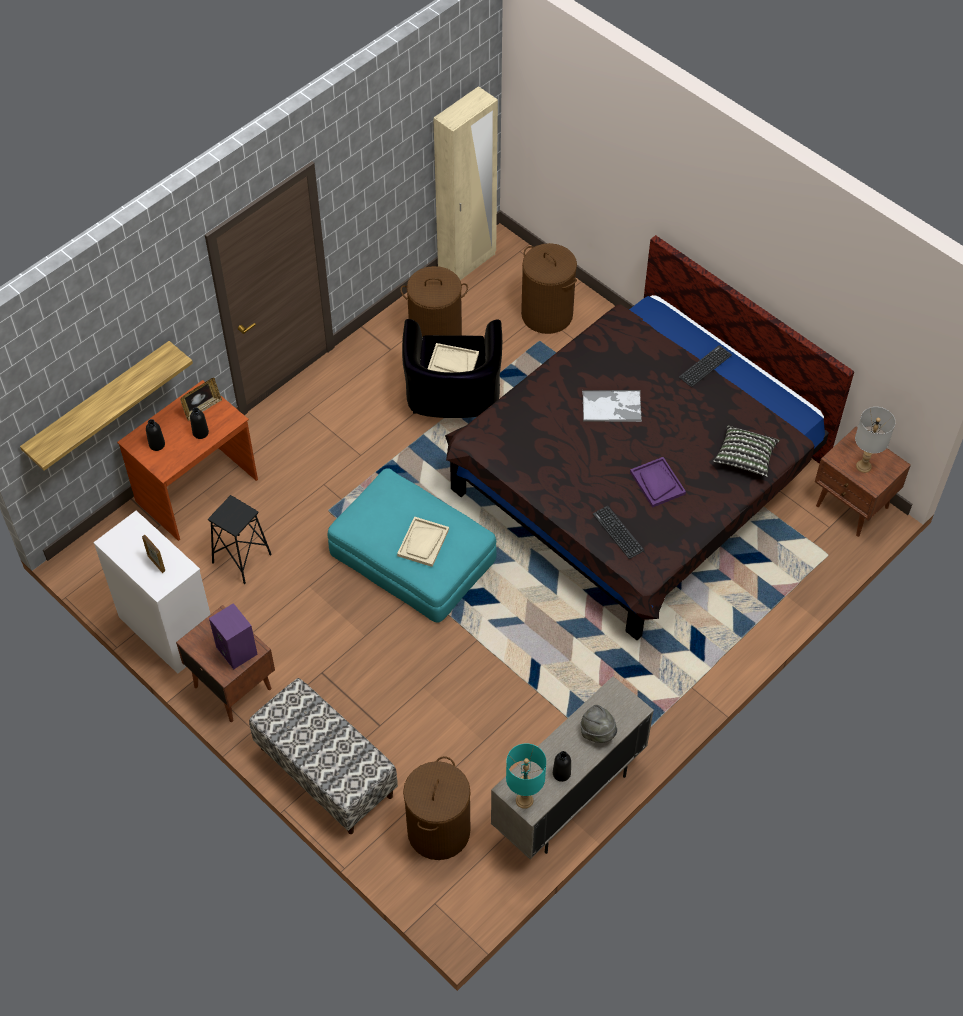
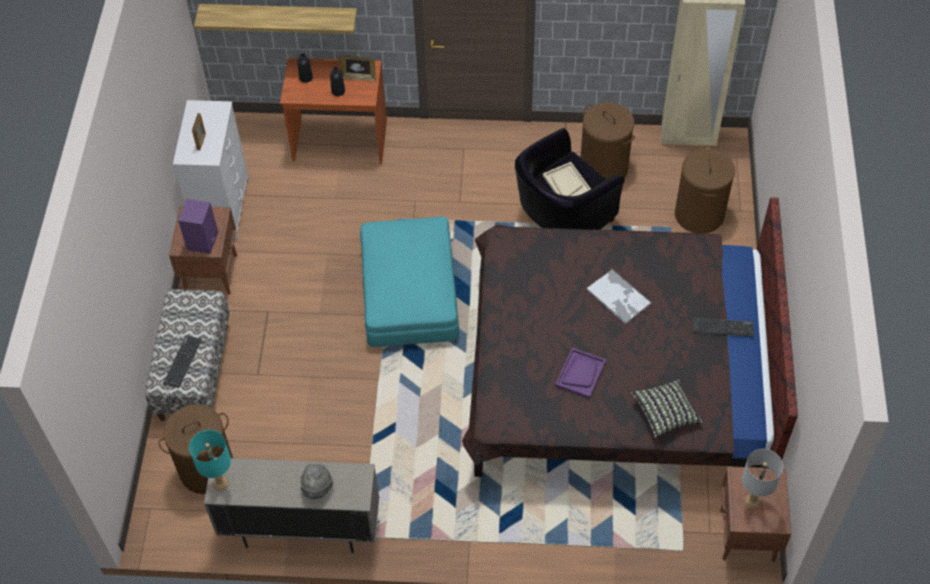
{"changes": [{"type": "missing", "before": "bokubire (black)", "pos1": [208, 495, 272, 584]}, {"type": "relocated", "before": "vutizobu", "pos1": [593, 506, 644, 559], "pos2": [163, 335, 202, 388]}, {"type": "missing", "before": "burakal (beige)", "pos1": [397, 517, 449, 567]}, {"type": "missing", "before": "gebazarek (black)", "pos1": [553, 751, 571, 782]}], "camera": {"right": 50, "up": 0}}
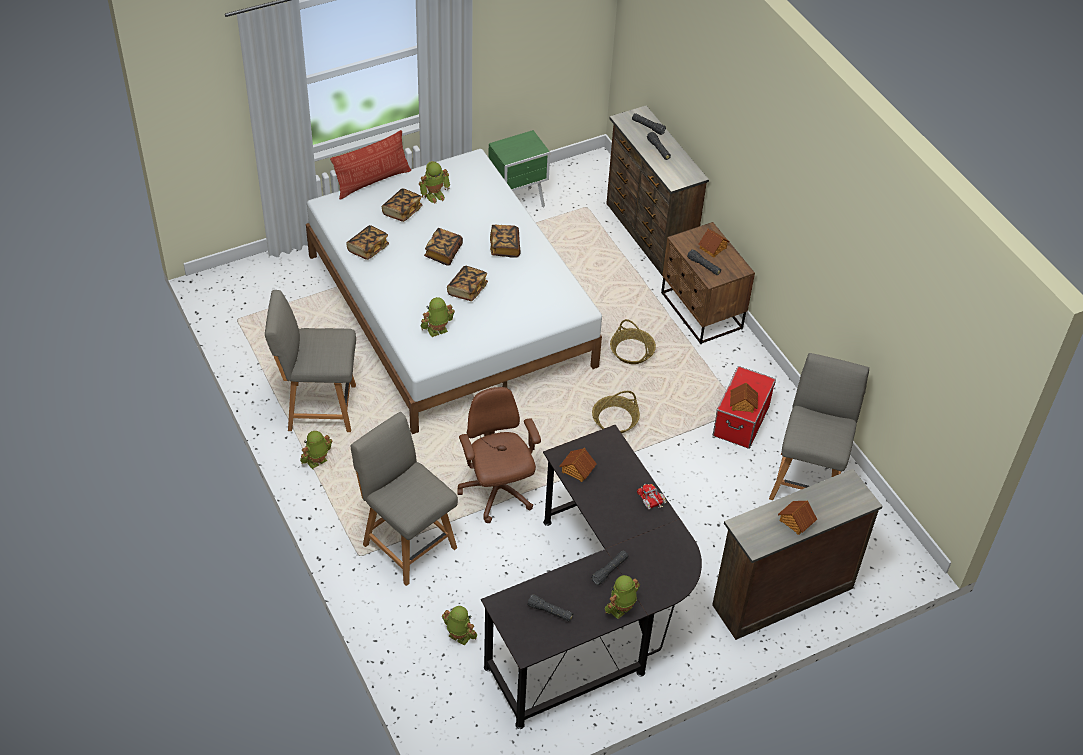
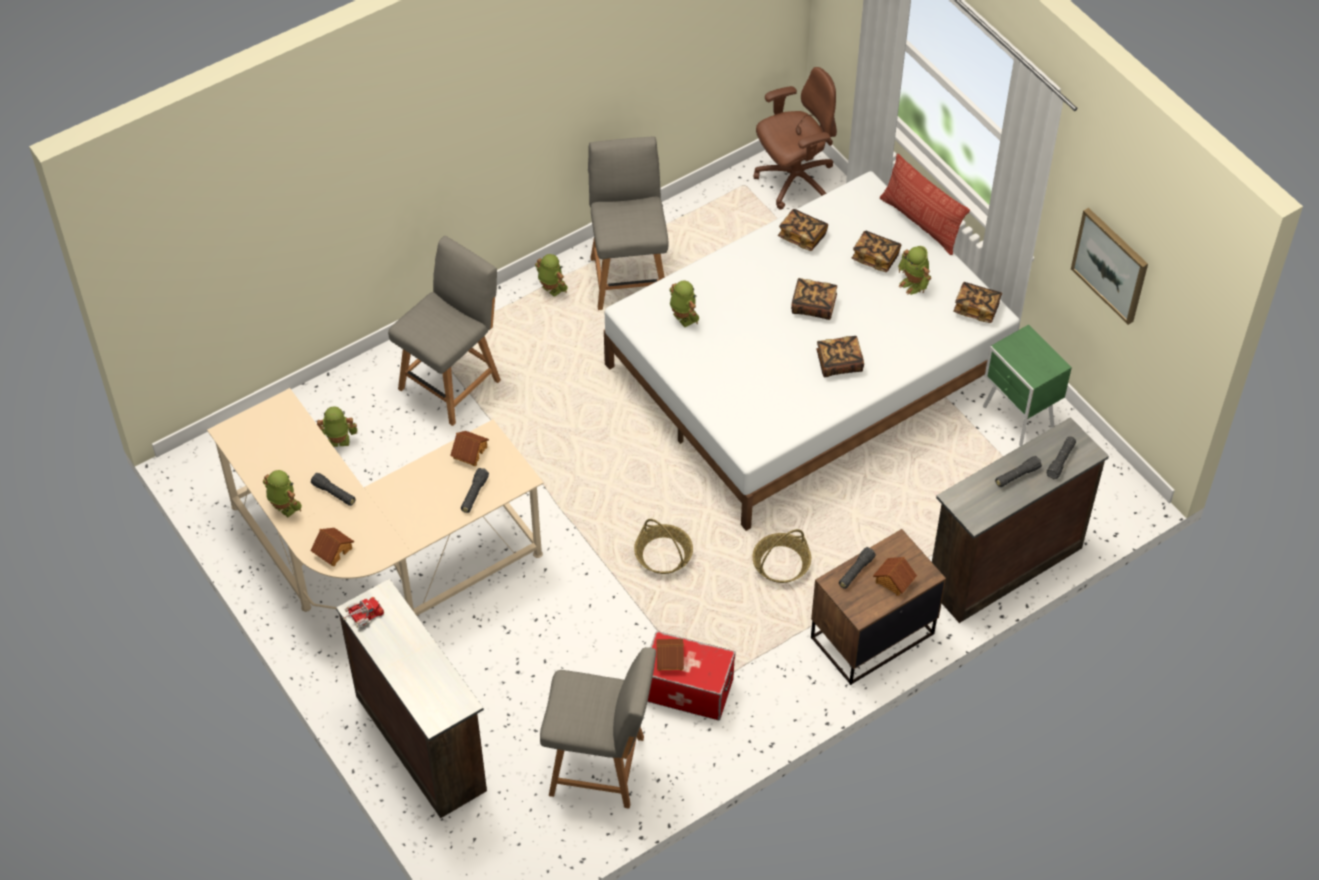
{"changes": [{"type": "relocated", "before": "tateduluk", "pos1": [447, 266, 488, 301], "pos2": [953, 282, 1002, 323]}, {"type": "relocated", "before": "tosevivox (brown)", "pos1": [457, 387, 541, 523], "pos2": [753, 67, 837, 210]}, {"type": "colour", "before": "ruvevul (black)", "after": "ruvevul (beige)", "pos1": [481, 425, 702, 729], "pos2": [207, 388, 544, 616]}, {"type": "relocated", "before": "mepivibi", "pos1": [637, 484, 667, 510], "pos2": [341, 597, 384, 627]}, {"type": "relocated", "before": "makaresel", "pos1": [778, 500, 817, 535], "pos2": [310, 528, 354, 566]}, {"type": "relocated", "before": "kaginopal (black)", "pos1": [527, 594, 573, 622], "pos2": [461, 468, 489, 513]}, {"type": "spun", "before": "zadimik", "pos1": [442, 606, 477, 645], "pos2": [317, 406, 357, 447], "turn": -120}, {"type": "appeared", "after": "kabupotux", "pos2": [1071, 208, 1148, 325]}], "camera": {"right": 85, "up": 5}}
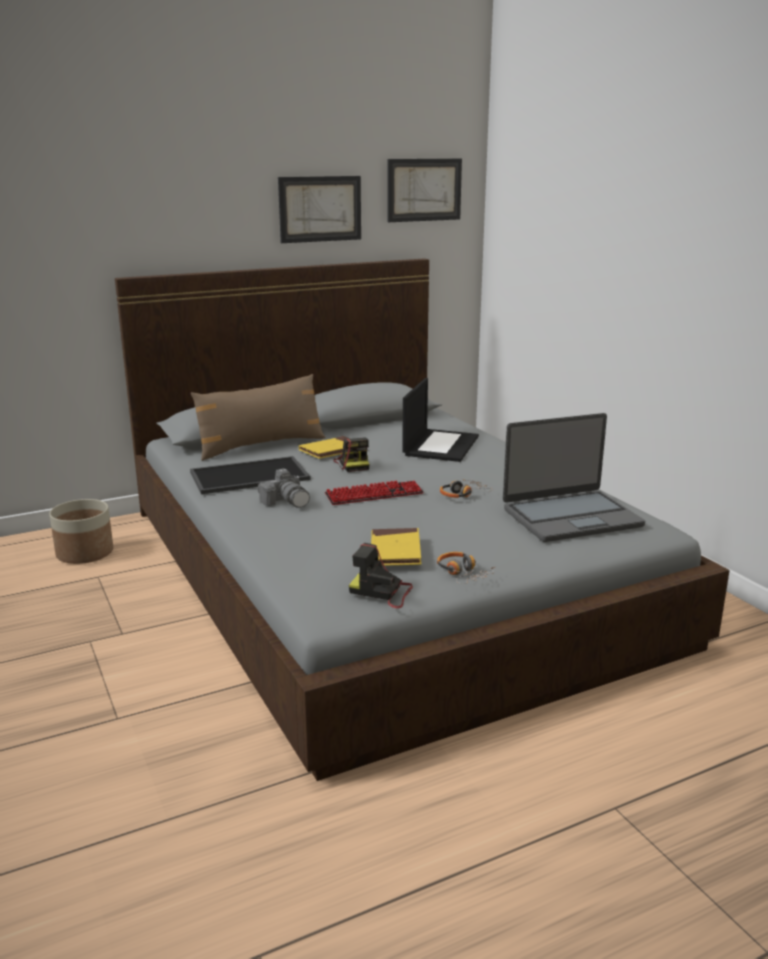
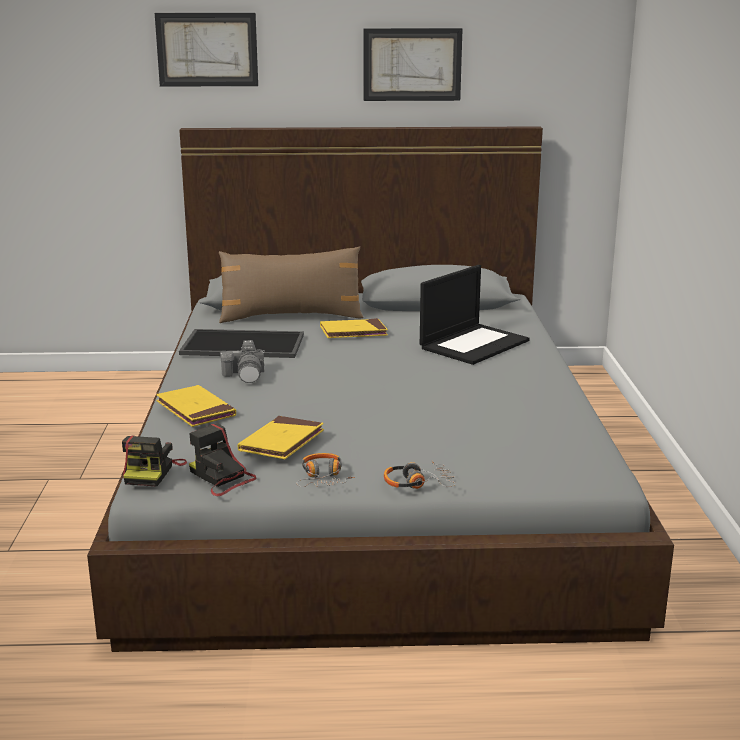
{"changes": [{"type": "relocated", "before": "kabupotux", "pos1": [387, 159, 462, 222], "pos2": [155, 13, 258, 87]}, {"type": "missing", "before": "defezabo", "pos1": [503, 413, 645, 542]}, {"type": "relocated", "before": "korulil", "pos1": [333, 437, 369, 472], "pos2": [122, 435, 187, 486]}, {"type": "relocated", "before": "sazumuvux", "pos1": [440, 479, 493, 498], "pos2": [384, 461, 456, 489]}, {"type": "missing", "before": "vutizobu", "pos1": [325, 480, 424, 505]}, {"type": "missing", "before": "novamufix", "pos1": [49, 499, 113, 564]}, {"type": "appeared", "after": "tateduluk (yellow)", "pos2": [156, 385, 236, 427]}], "camera": {"right": 25, "up": 0}}
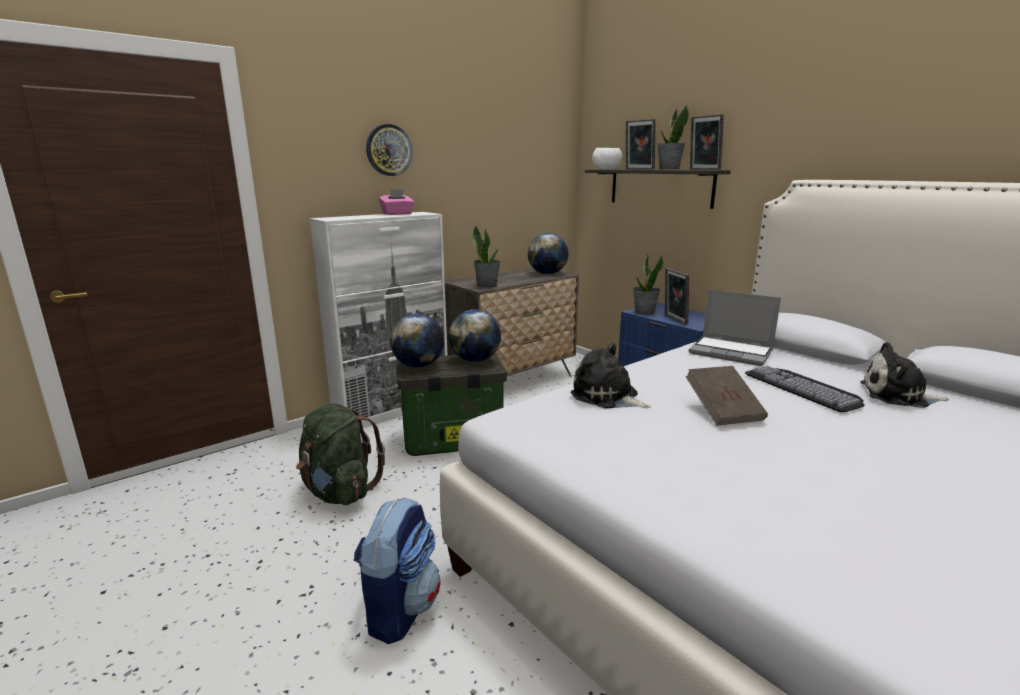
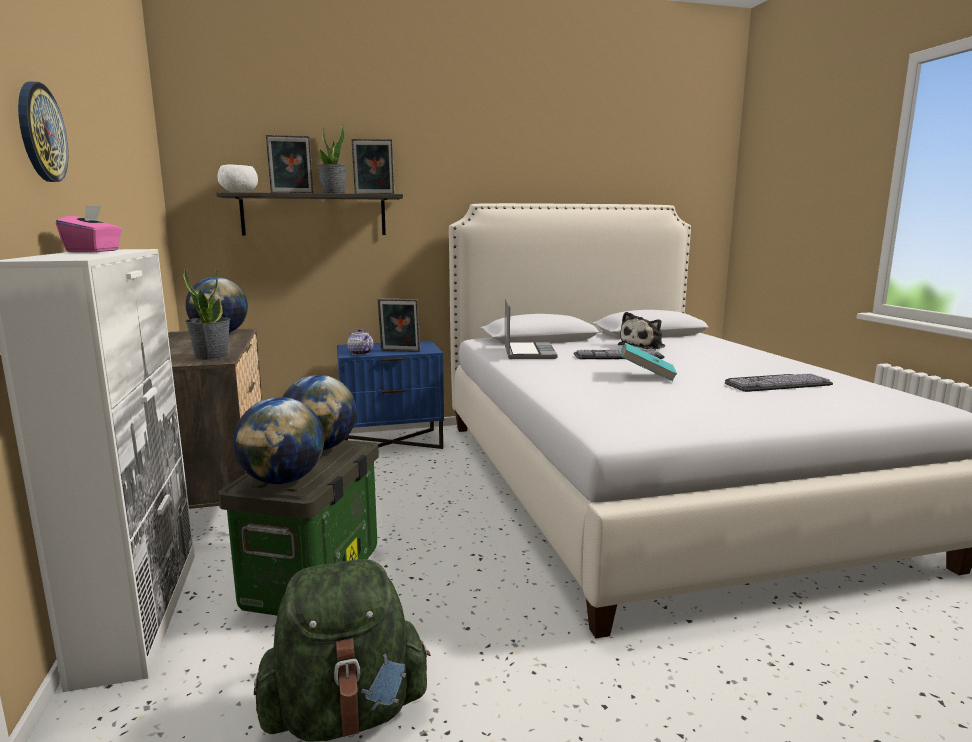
{"changes": [{"type": "exchanged", "before": "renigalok", "after": "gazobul", "pos1": [633, 255, 663, 315], "pos2": [347, 329, 374, 355]}, {"type": "spun", "before": "defezabo", "pos1": [689, 289, 781, 366], "pos2": [505, 298, 558, 359], "turn": -60}, {"type": "missing", "before": "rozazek", "pos1": [570, 343, 651, 409]}, {"type": "colour", "before": "tateduluk (brown)", "after": "tateduluk (turquoise)", "pos1": [685, 366, 768, 426], "pos2": [621, 342, 677, 382]}, {"type": "missing", "before": "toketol", "pos1": [353, 498, 441, 644]}, {"type": "appeared", "after": "vutizobu", "pos2": [725, 374, 833, 392]}], "camera": {"right": -65, "up": -5}}
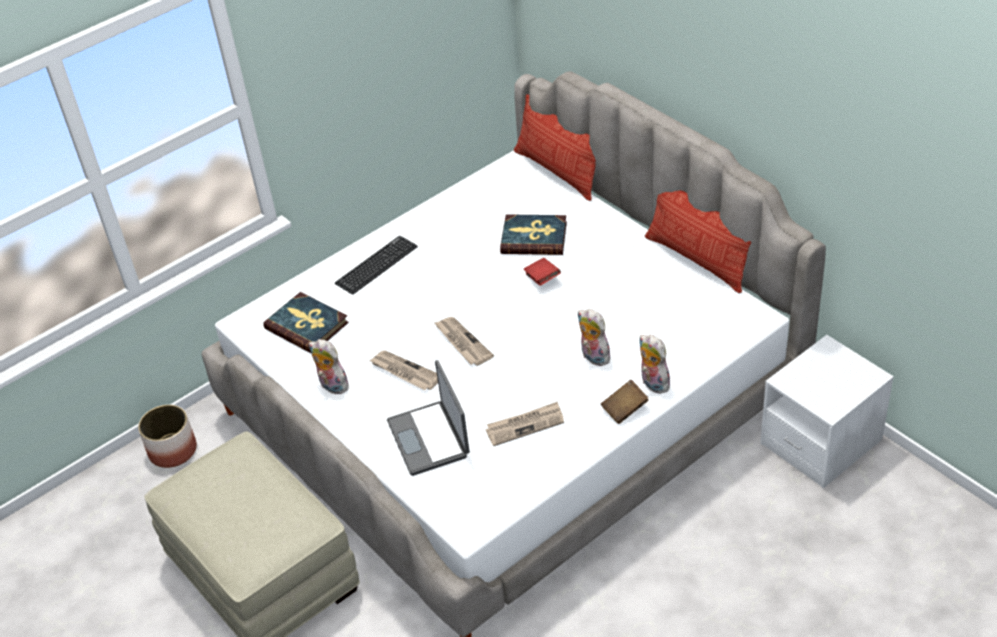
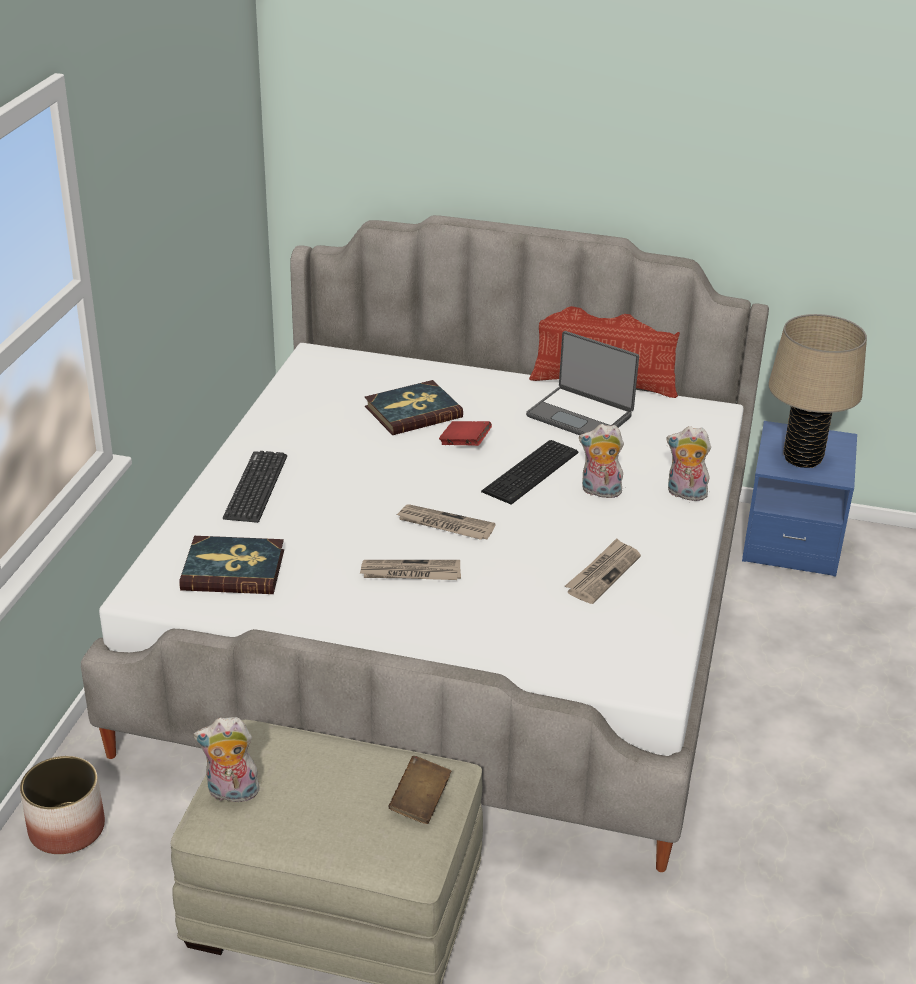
{"changes": [{"type": "missing", "before": "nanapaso", "pos1": [514, 94, 596, 201]}, {"type": "colour", "before": "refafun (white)", "after": "refafun (blue)", "pos1": [760, 335, 894, 488], "pos2": [742, 421, 857, 577]}, {"type": "relocated", "before": "rozazek", "pos1": [309, 339, 350, 394], "pos2": [193, 717, 260, 806]}, {"type": "relocated", "before": "defezabo", "pos1": [387, 360, 470, 476], "pos2": [526, 331, 639, 435]}, {"type": "relocated", "before": "tateduluk (brown)", "pos1": [601, 380, 649, 424], "pos2": [388, 756, 451, 824]}, {"type": "appeared", "after": "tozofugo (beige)", "pos2": [768, 314, 867, 468]}, {"type": "appeared", "after": "vutizobu", "pos2": [481, 440, 578, 505]}], "camera": {"right": -40, "up": -10}}
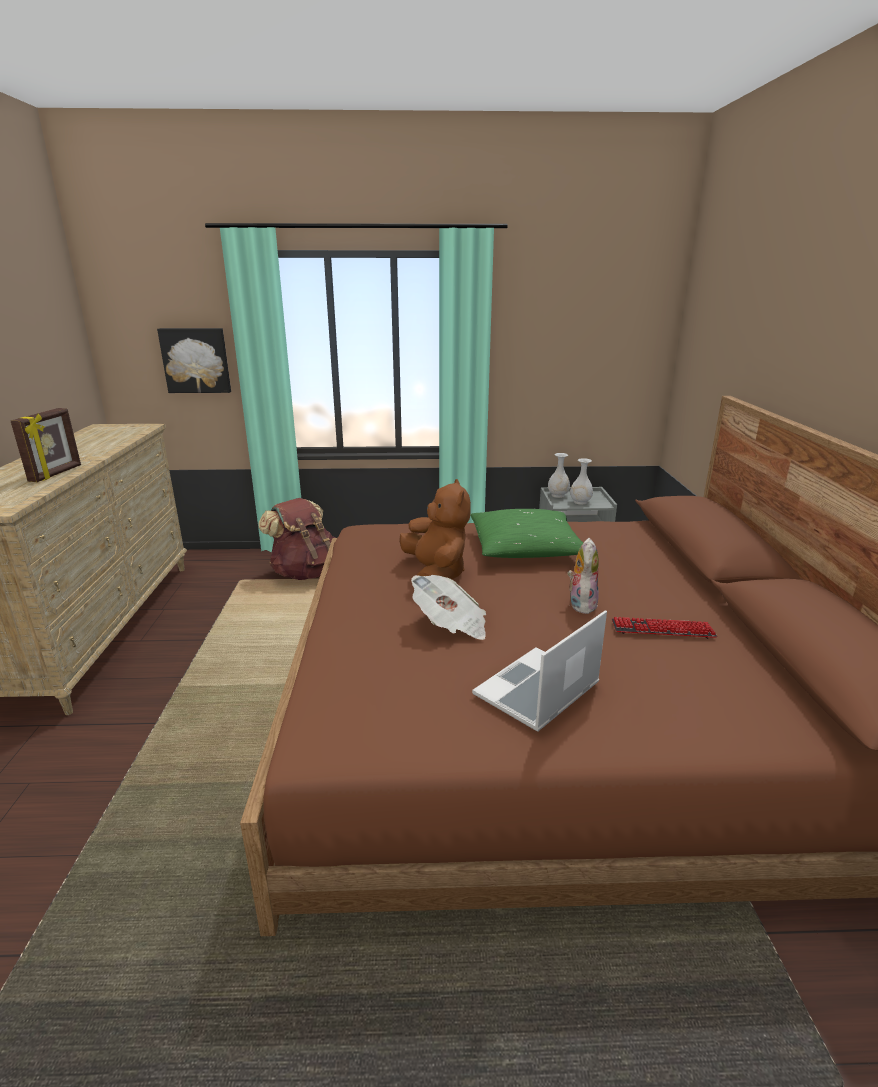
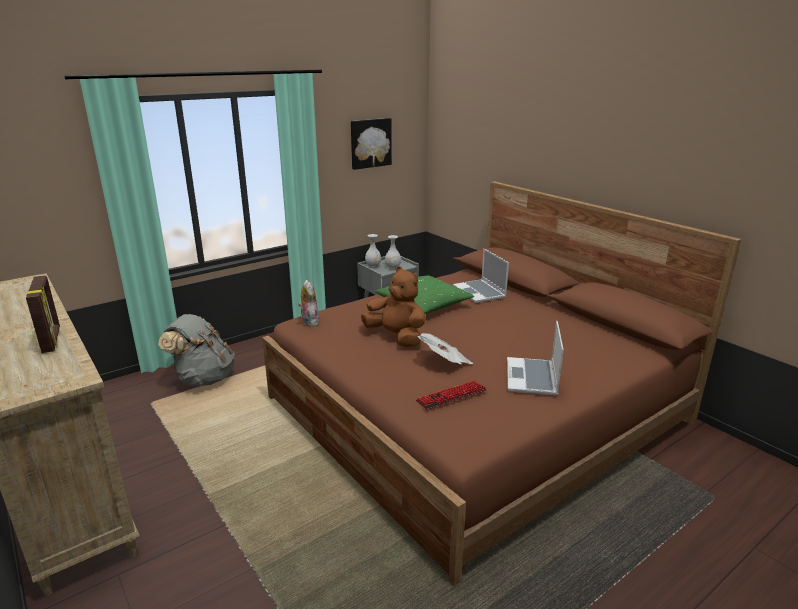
{"changes": [{"type": "relocated", "before": "kabupotux", "pos1": [157, 328, 231, 393], "pos2": [351, 118, 392, 170]}, {"type": "colour", "before": "toketol (brown)", "after": "toketol (grey)", "pos1": [258, 498, 335, 580], "pos2": [158, 314, 235, 386]}, {"type": "relocated", "before": "rozazek", "pos1": [568, 538, 599, 614], "pos2": [298, 280, 320, 326]}, {"type": "relocated", "before": "vutizobu", "pos1": [612, 617, 717, 639], "pos2": [416, 381, 487, 409]}, {"type": "appeared", "after": "defezabo", "pos2": [453, 248, 509, 303]}], "camera": {"right": -35, "up": 0}}
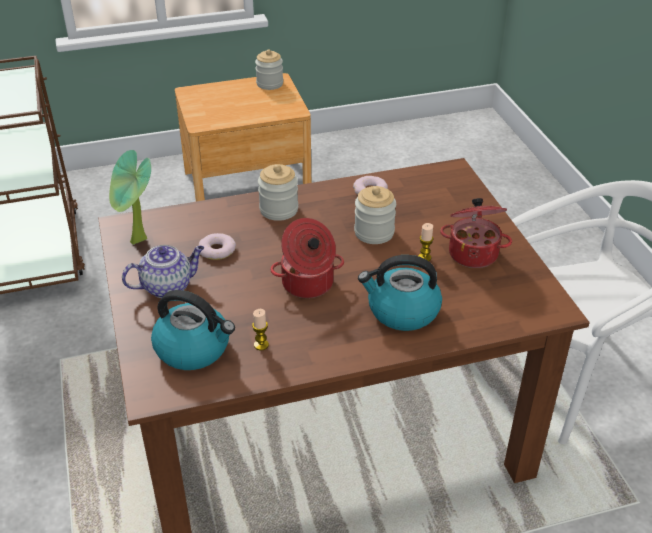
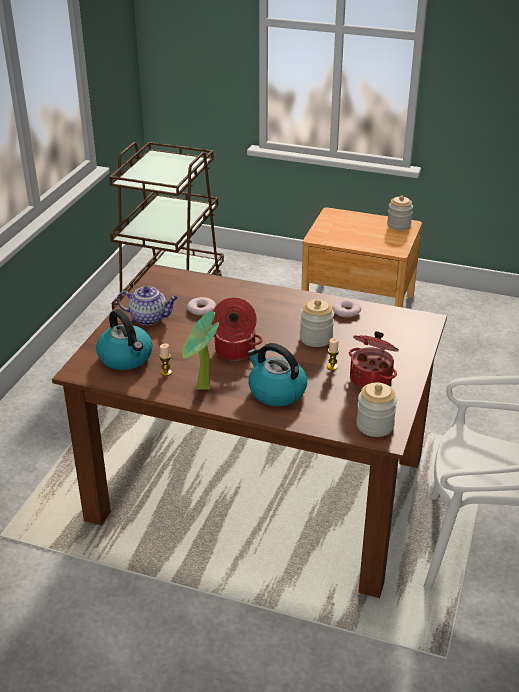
{"changes": [{"type": "relocated", "before": "renigalok", "pos1": [109, 150, 151, 245], "pos2": [182, 311, 219, 390]}, {"type": "relocated", "before": "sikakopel", "pos1": [258, 164, 298, 221], "pos2": [356, 382, 397, 437]}], "camera": {"right": 35, "up": -5}}
